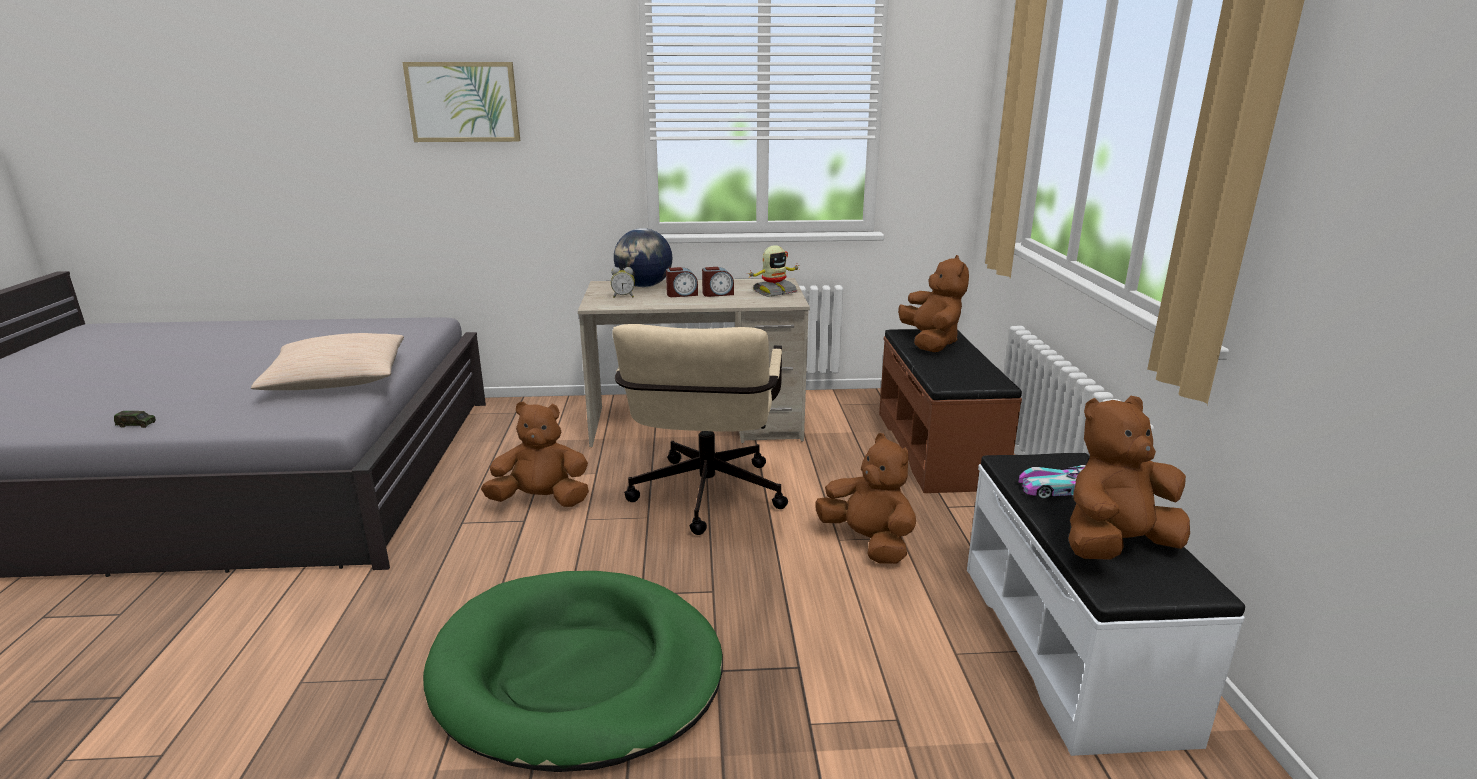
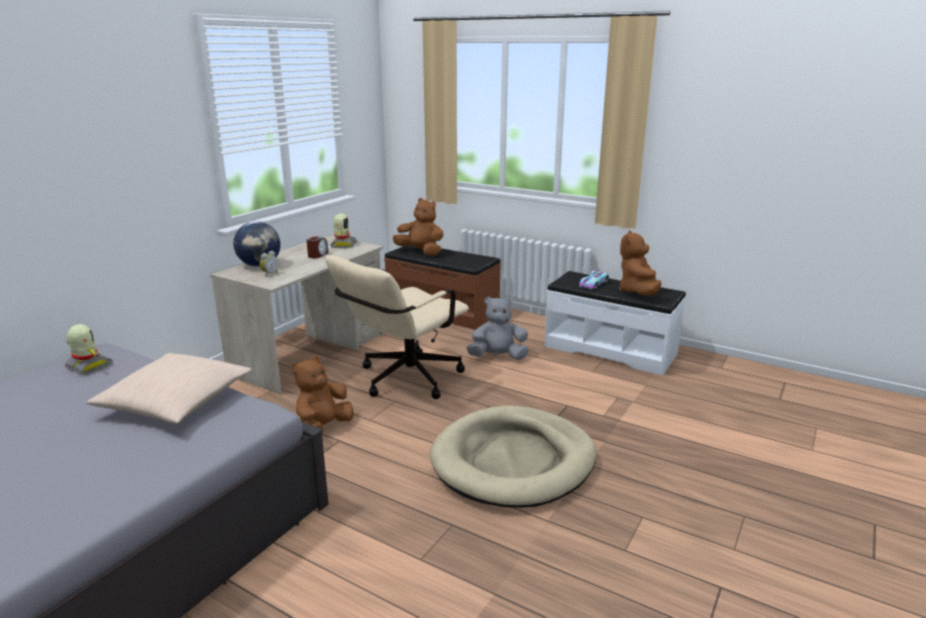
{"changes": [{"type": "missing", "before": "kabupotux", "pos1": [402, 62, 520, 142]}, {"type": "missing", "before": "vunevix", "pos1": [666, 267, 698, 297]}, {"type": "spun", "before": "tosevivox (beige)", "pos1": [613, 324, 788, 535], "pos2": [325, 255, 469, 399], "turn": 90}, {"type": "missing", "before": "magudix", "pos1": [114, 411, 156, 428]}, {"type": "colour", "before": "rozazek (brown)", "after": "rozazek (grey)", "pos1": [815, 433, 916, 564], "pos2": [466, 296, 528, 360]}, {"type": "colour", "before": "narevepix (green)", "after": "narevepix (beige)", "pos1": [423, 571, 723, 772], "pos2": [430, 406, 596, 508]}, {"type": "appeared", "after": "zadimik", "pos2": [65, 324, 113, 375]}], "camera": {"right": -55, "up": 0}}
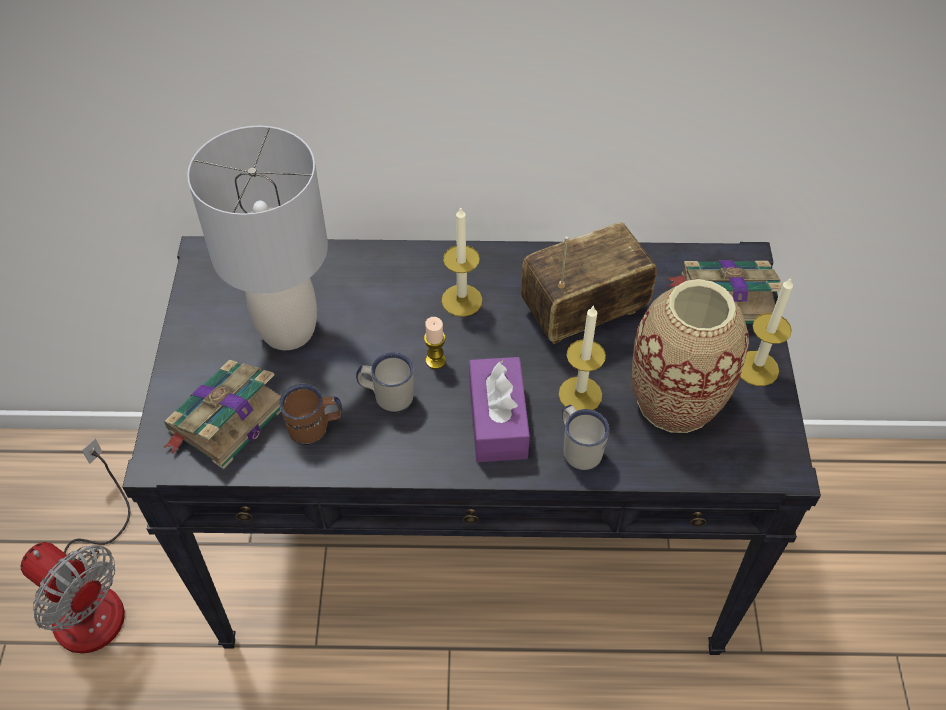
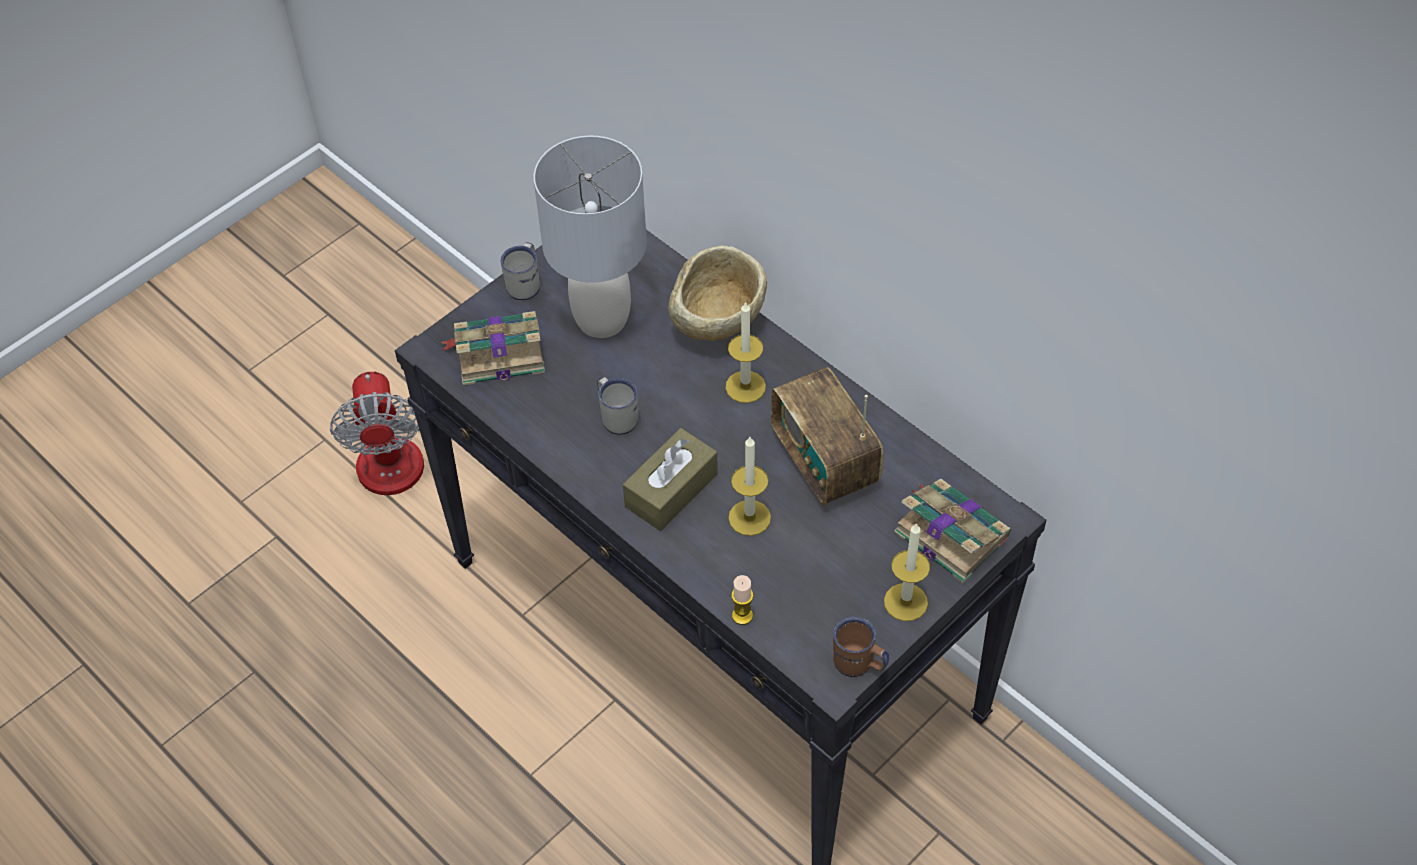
{"changes": [{"type": "spun", "before": "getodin", "pos1": [521, 222, 657, 344], "pos2": [771, 367, 884, 506], "turn": -135}, {"type": "missing", "before": "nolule", "pos1": [632, 279, 749, 433]}, {"type": "relocated", "before": "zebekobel", "pos1": [424, 317, 446, 369], "pos2": [731, 575, 753, 625]}, {"type": "colour", "before": "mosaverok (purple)", "after": "mosaverok (brown)", "pos1": [469, 357, 530, 462], "pos2": [623, 428, 718, 531]}, {"type": "relocated", "before": "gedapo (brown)", "pos1": [279, 384, 342, 445], "pos2": [833, 617, 889, 677]}, {"type": "relocated", "before": "gedapo (white)", "pos1": [562, 405, 609, 471], "pos2": [501, 242, 540, 300]}, {"type": "appeared", "after": "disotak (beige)", "pos2": [668, 245, 767, 341]}], "camera": {"right": 45, "up": 0}}
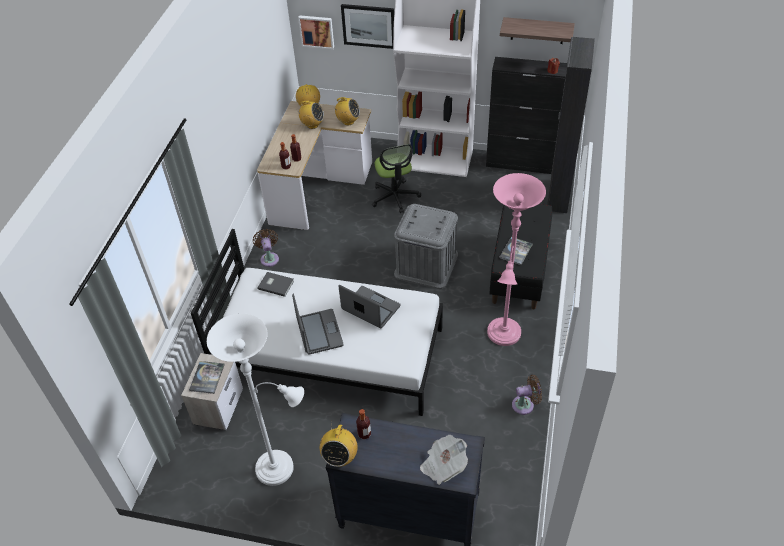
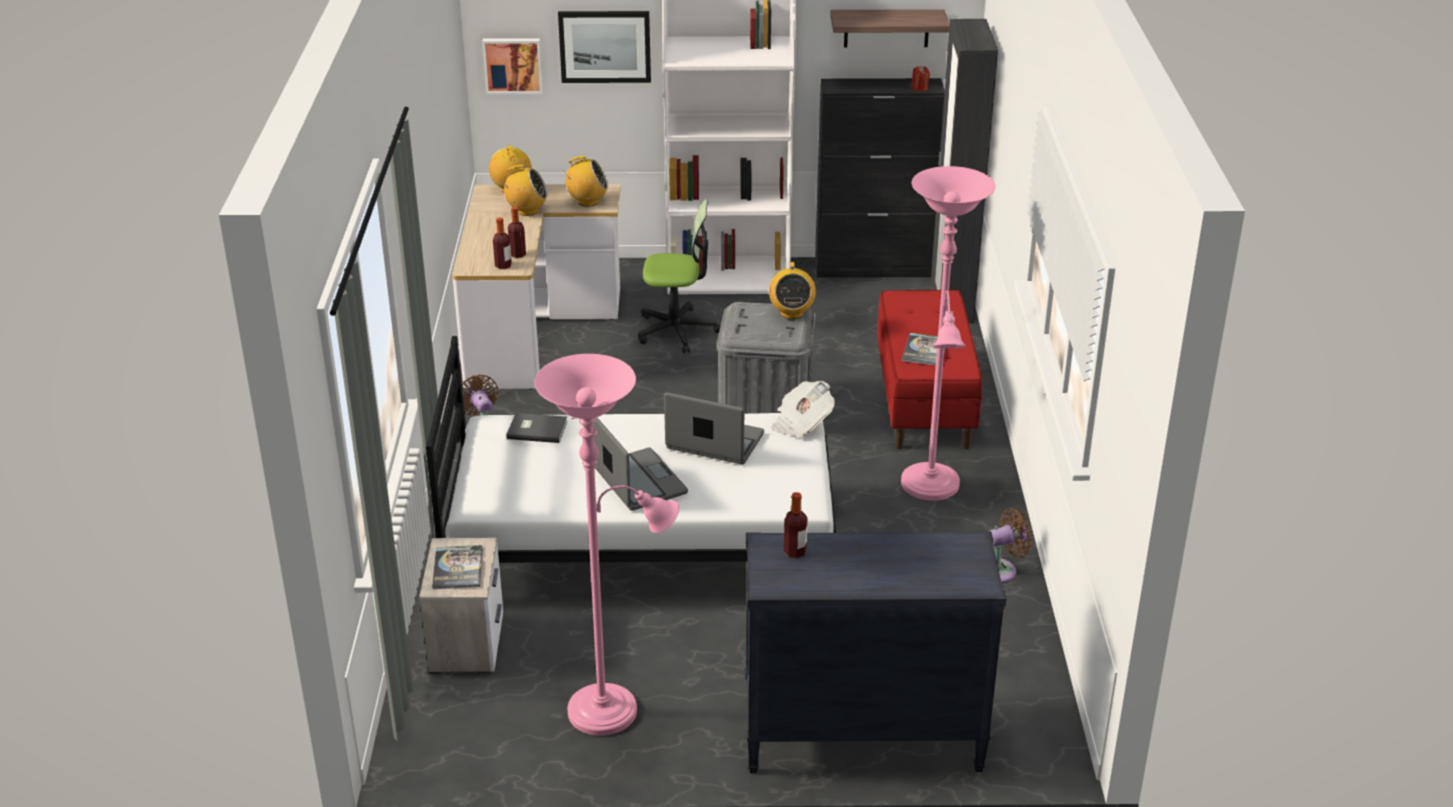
{"changes": [{"type": "spun", "before": "tosevivox", "pos1": [372, 144, 421, 213], "pos2": [638, 199, 721, 353], "turn": -60}, {"type": "colour", "before": "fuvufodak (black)", "after": "fuvufodak (red)", "pos1": [489, 204, 552, 310], "pos2": [877, 290, 982, 449]}, {"type": "colour", "before": "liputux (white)", "after": "liputux (pink)", "pos1": [207, 313, 304, 486], "pos2": [534, 354, 679, 736]}, {"type": "relocated", "before": "getodin", "pos1": [320, 424, 358, 467], "pos2": [769, 262, 816, 319]}, {"type": "relocated", "before": "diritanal", "pos1": [420, 435, 468, 485], "pos2": [771, 381, 835, 437]}], "camera": {"right": -15, "up": -15}}
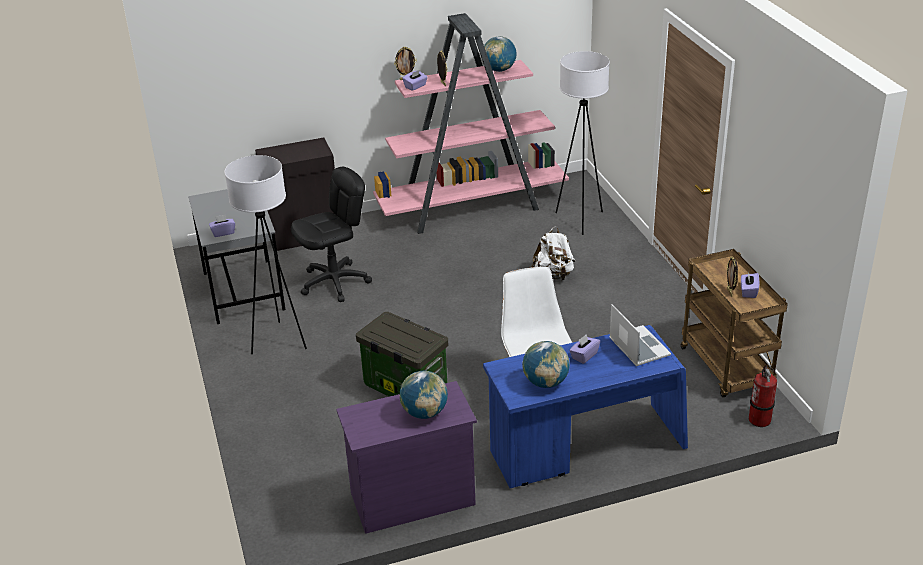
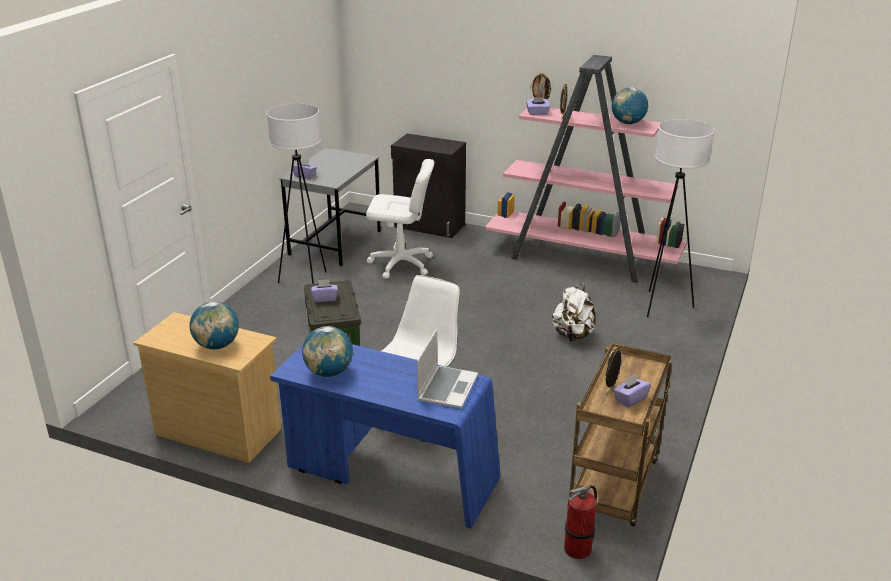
{"changes": [{"type": "colour", "before": "tosevivox (black)", "after": "tosevivox (white)", "pos1": [291, 167, 372, 302], "pos2": [366, 159, 434, 279]}, {"type": "relocated", "before": "mosaverok (purple)", "pos1": [569, 334, 600, 364], "pos2": [311, 279, 338, 302]}, {"type": "colour", "before": "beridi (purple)", "after": "beridi (beige)", "pos1": [336, 381, 477, 534], "pos2": [134, 312, 281, 463]}], "camera": {"right": 40, "up": -5}}
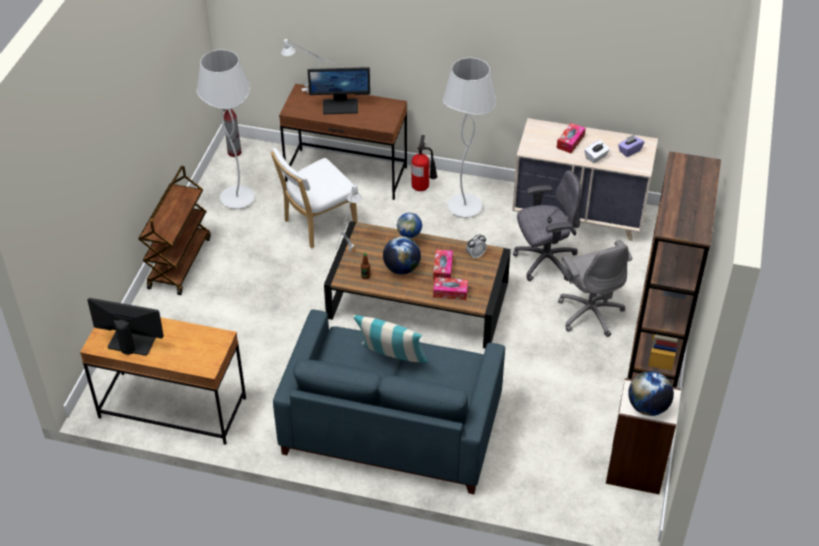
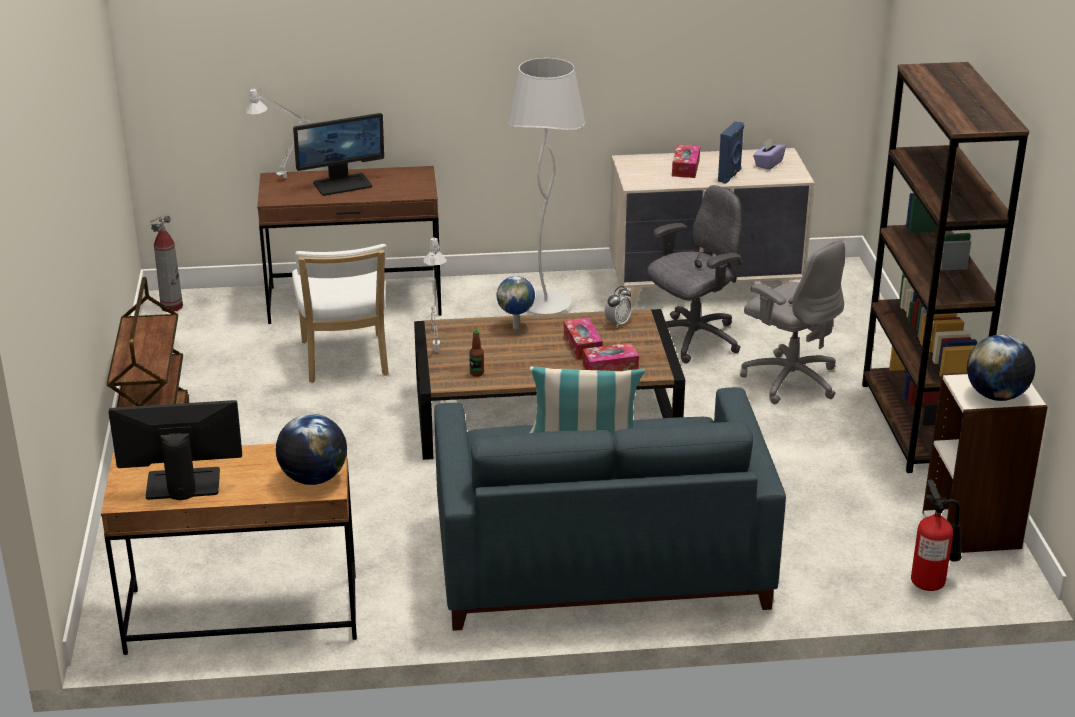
{"changes": [{"type": "missing", "before": "liputux (white)", "pos1": [196, 49, 255, 209]}, {"type": "relocated", "before": "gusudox", "pos1": [412, 135, 437, 191], "pos2": [911, 479, 962, 591]}, {"type": "exchanged", "before": "mosaverok (white)", "after": "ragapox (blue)", "pos1": [585, 140, 610, 163], "pos2": [718, 121, 744, 184]}, {"type": "spun", "before": "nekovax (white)", "pos1": [271, 148, 358, 248], "pos2": [292, 244, 389, 383], "turn": -45}, {"type": "relocated", "before": "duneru", "pos1": [383, 236, 421, 274], "pos2": [276, 414, 347, 485]}], "camera": {"right": -20, "up": -15}}
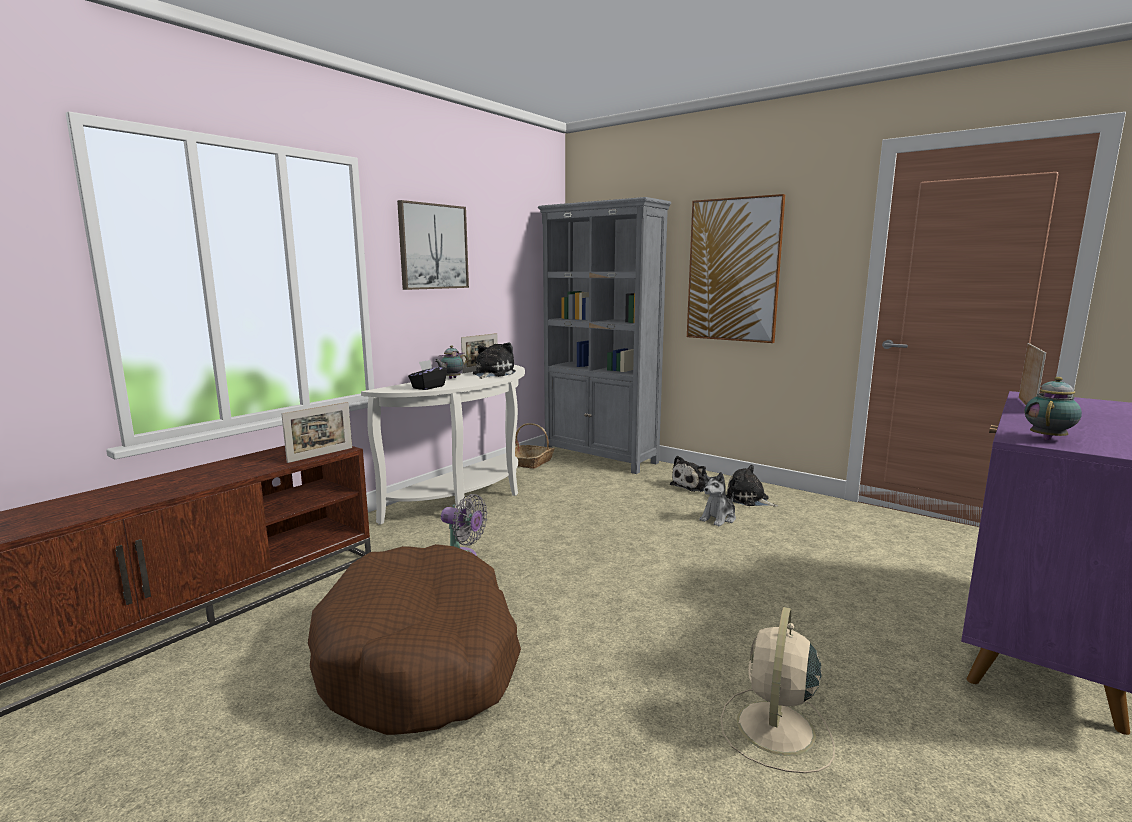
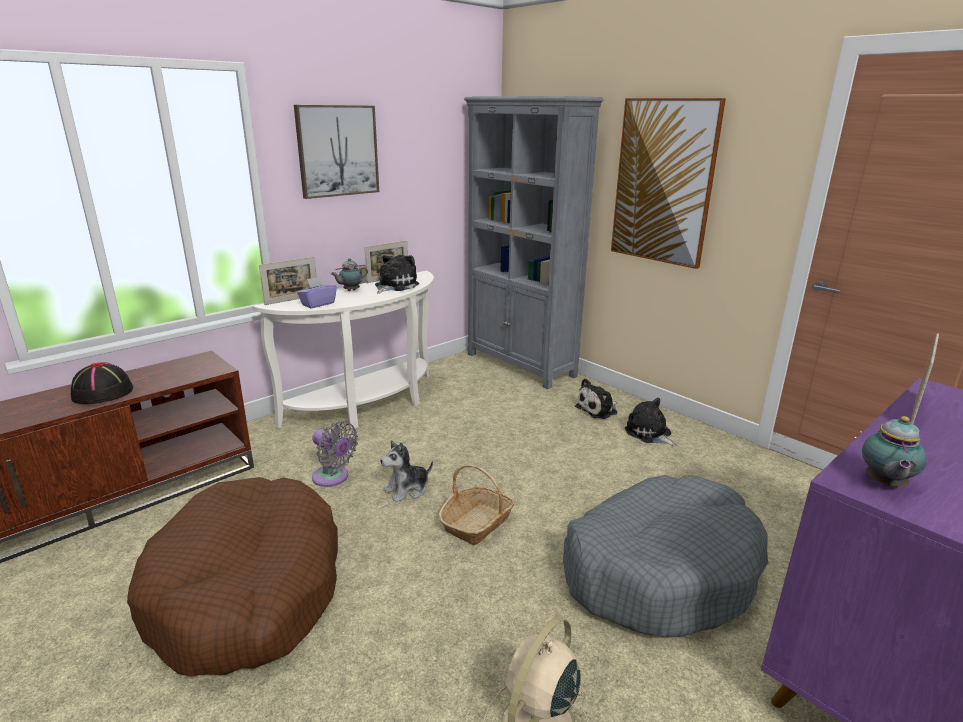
{"changes": [{"type": "colour", "before": "mosaverok (black)", "after": "mosaverok (purple)", "pos1": [408, 360, 447, 390], "pos2": [297, 276, 337, 308]}, {"type": "spun", "before": "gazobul", "pos1": [1024, 377, 1082, 440], "pos2": [862, 416, 927, 486], "turn": 150}, {"type": "relocated", "before": "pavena", "pos1": [281, 402, 352, 463], "pos2": [259, 257, 317, 305]}, {"type": "relocated", "before": "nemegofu", "pos1": [515, 423, 555, 469], "pos2": [439, 464, 515, 546]}, {"type": "relocated", "before": "rozazek", "pos1": [699, 472, 736, 526], "pos2": [380, 440, 433, 502]}, {"type": "appeared", "after": "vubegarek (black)", "pos2": [71, 362, 133, 404]}, {"type": "appeared", "after": "narevepix (grey)", "pos2": [563, 475, 768, 637]}], "camera": {"right": 10, "up": 10}}
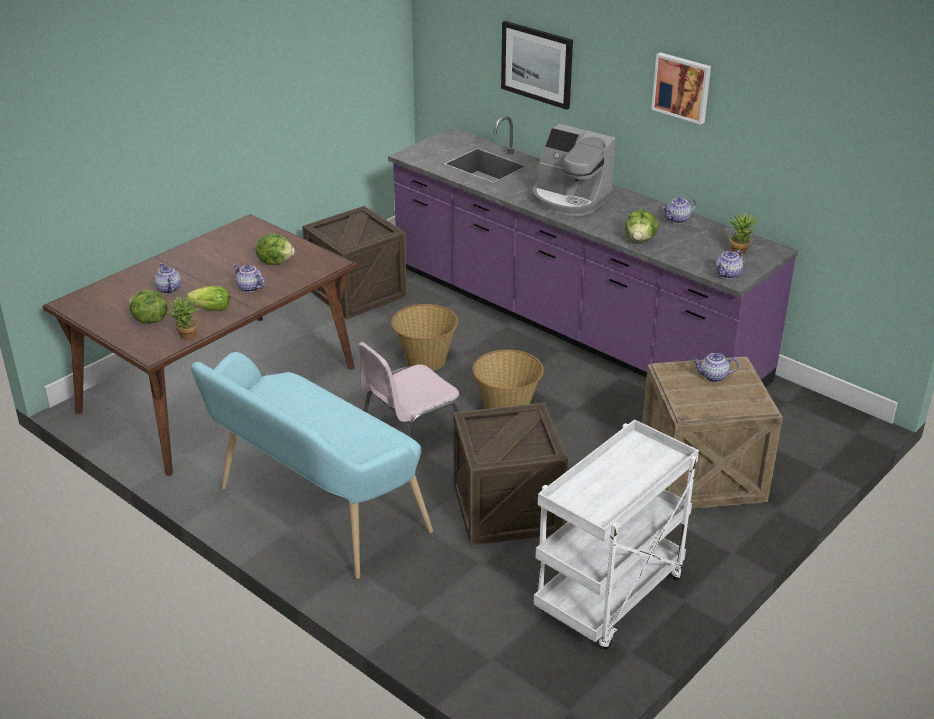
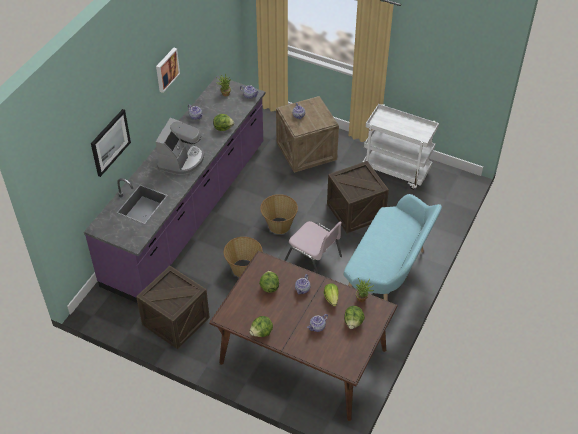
{"changes": [{"type": "appeared", "after": "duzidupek", "pos2": [249, 316, 273, 337]}], "camera": {"right": -105, "up": 15}}
